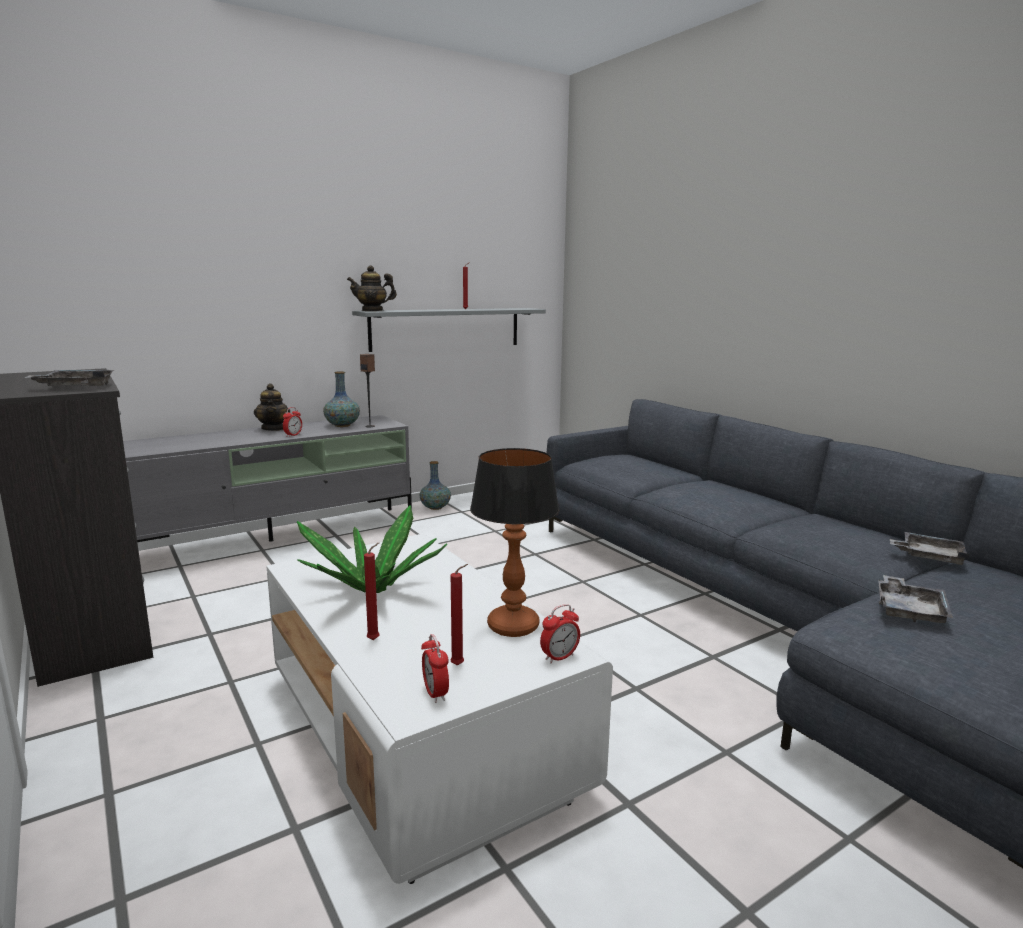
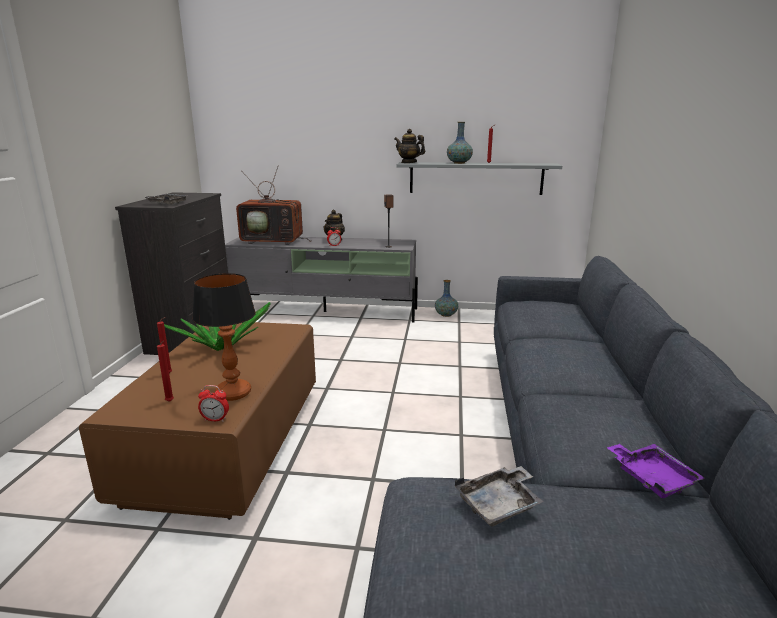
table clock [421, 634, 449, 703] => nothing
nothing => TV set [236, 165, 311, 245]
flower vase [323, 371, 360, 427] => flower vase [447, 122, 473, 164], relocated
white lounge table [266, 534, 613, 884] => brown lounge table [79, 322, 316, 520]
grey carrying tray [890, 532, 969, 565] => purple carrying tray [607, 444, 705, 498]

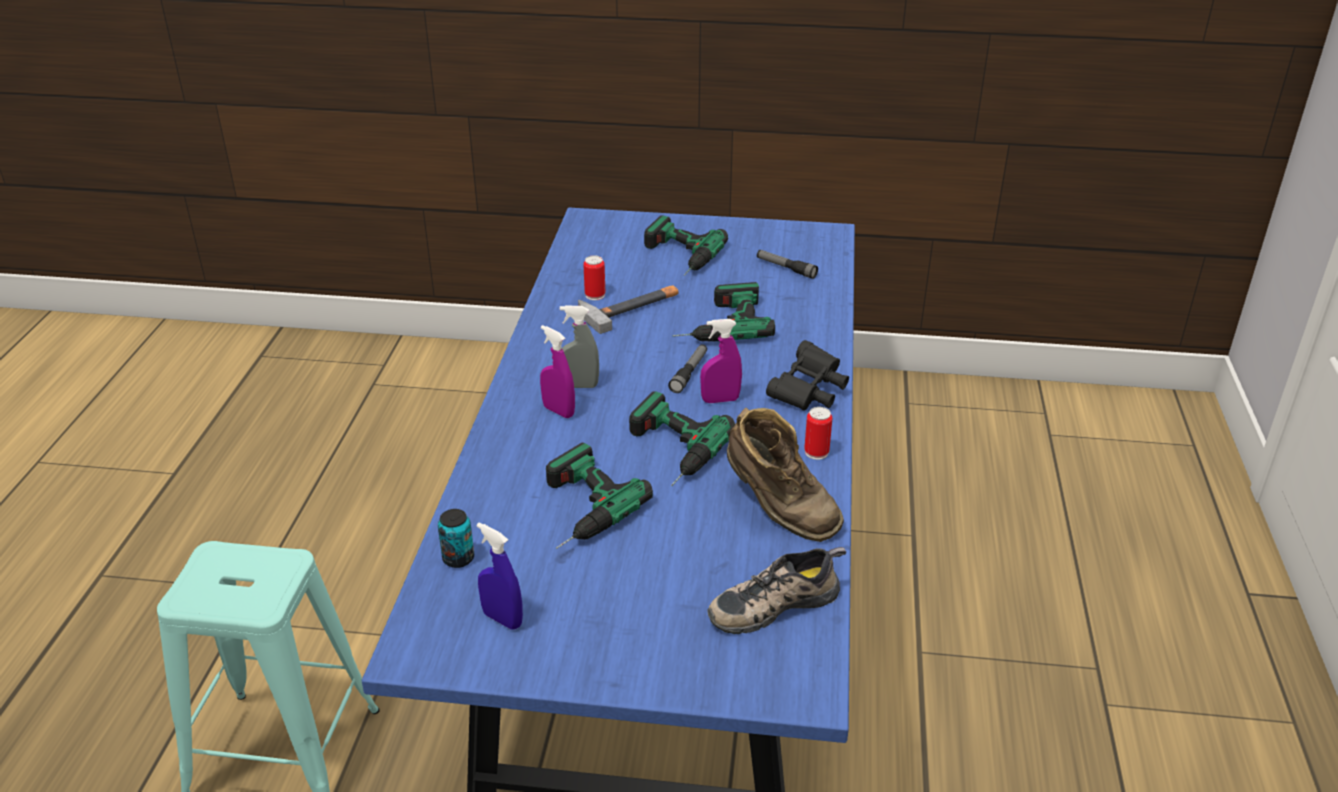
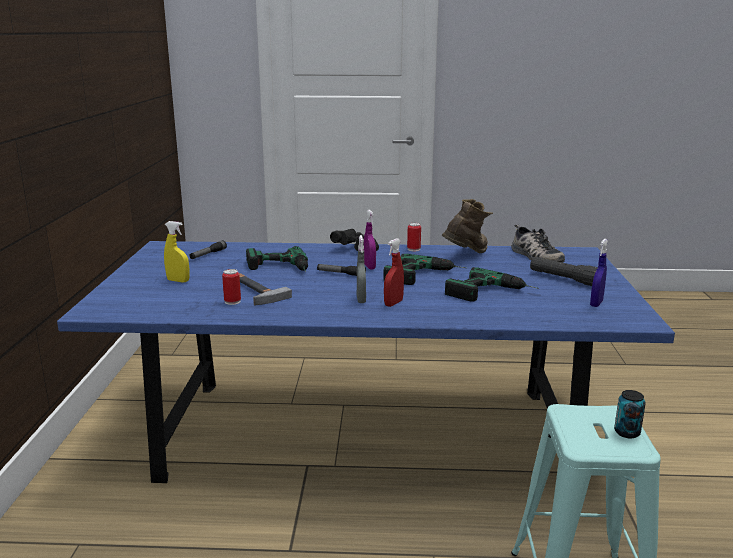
nothing => black torch [530, 256, 598, 286]
metal can [438, 509, 474, 568] => metal can [614, 390, 646, 438], relocated
drill [644, 216, 728, 276] => yellow-coloured spray bottle [164, 221, 190, 283]
purple spray bottle [540, 325, 575, 418] => red-coloured spray bottle [384, 238, 404, 307]

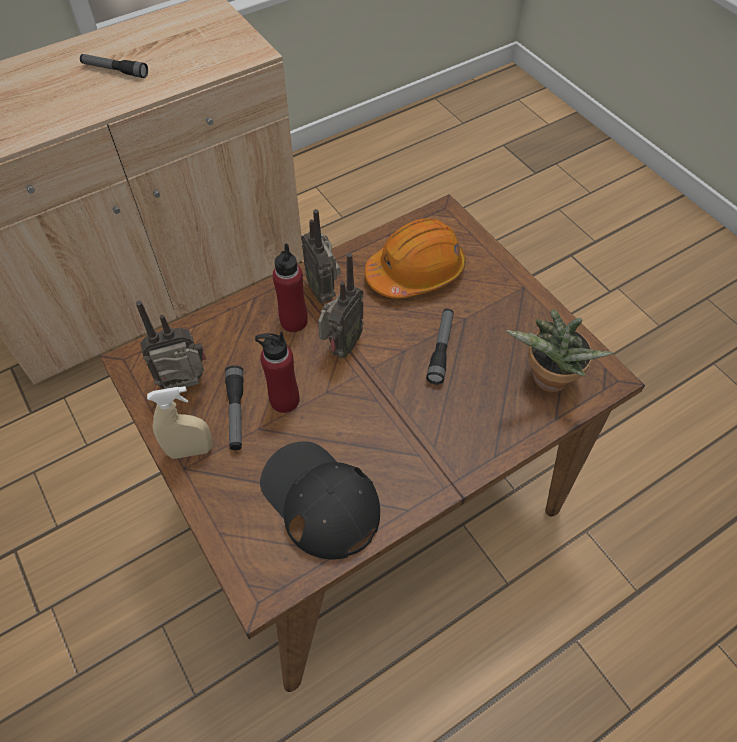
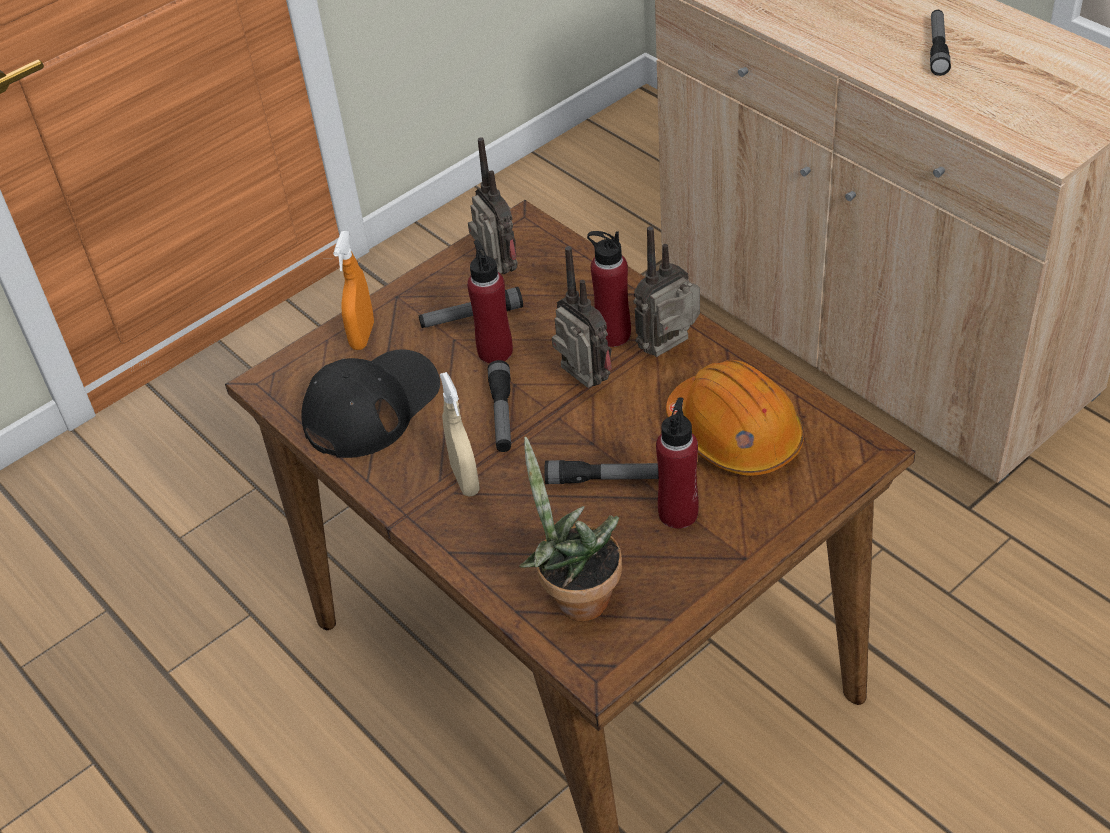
nothing => orangey spray bottle [333, 231, 374, 350]
nothing => torch [488, 360, 511, 452]
nothing => red-coloured bottle [656, 397, 699, 529]
sand-coloured spray bottle [147, 386, 212, 459] => sand-coloured spray bottle [440, 372, 480, 497], relocated
radio receiver [318, 253, 364, 358] => radio receiver [552, 246, 612, 388], 150 degrees counterclockwise

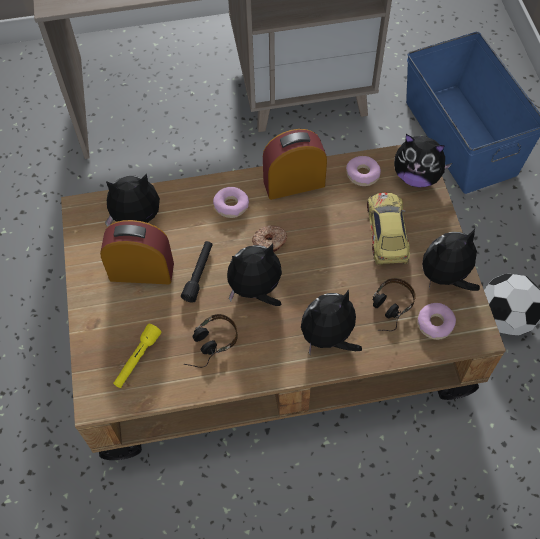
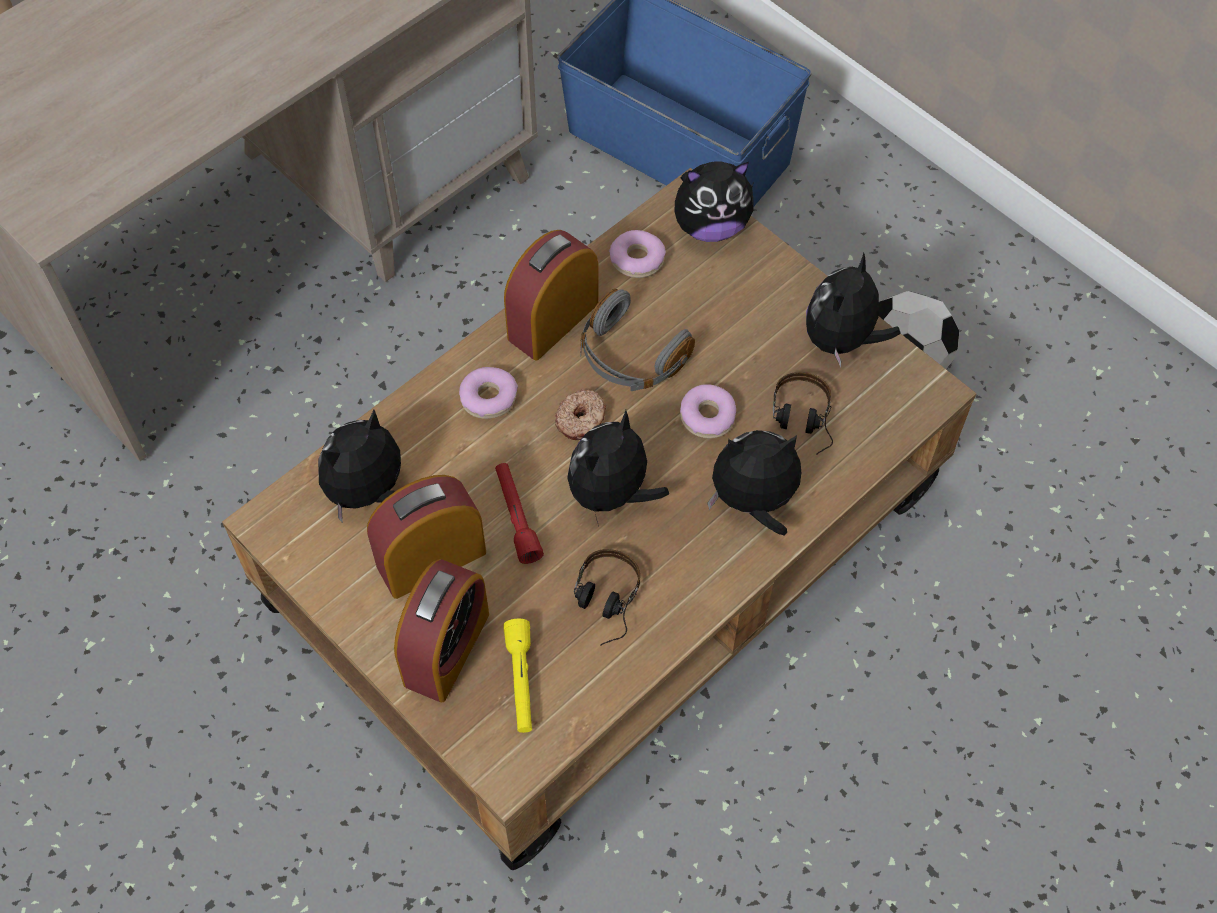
toy car [367, 193, 410, 266] => nothing
nothing => table clock [394, 559, 489, 702]
nothing => grey pair of headphones [580, 289, 695, 391]
ring doughnut [417, 303, 456, 340] => ring doughnut [680, 384, 736, 438], relocated
black torch [181, 241, 213, 302] => red-coloured torch [495, 463, 544, 564]
plush toy [301, 290, 362, 354] => plush toy [708, 430, 801, 536], 60 degrees clockwise

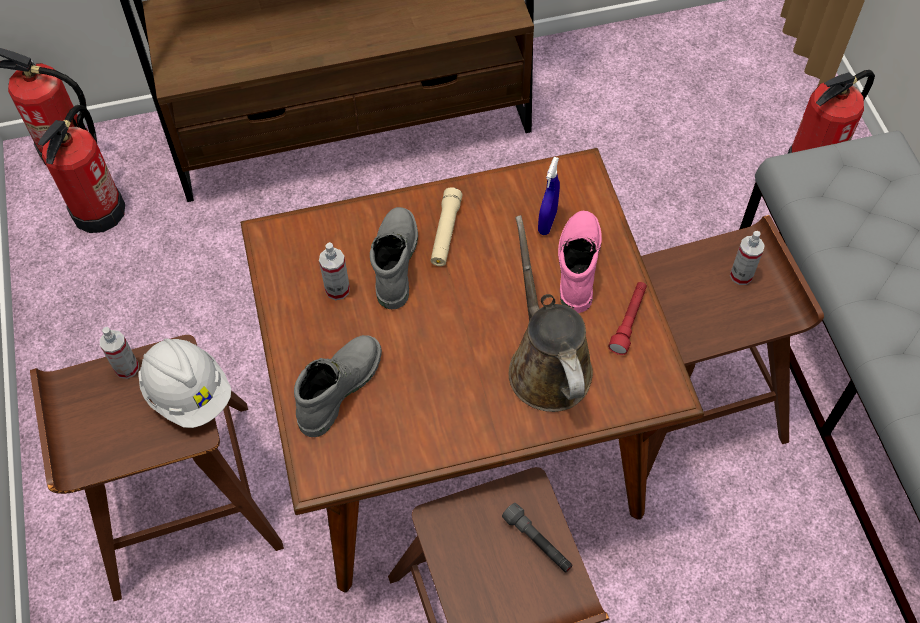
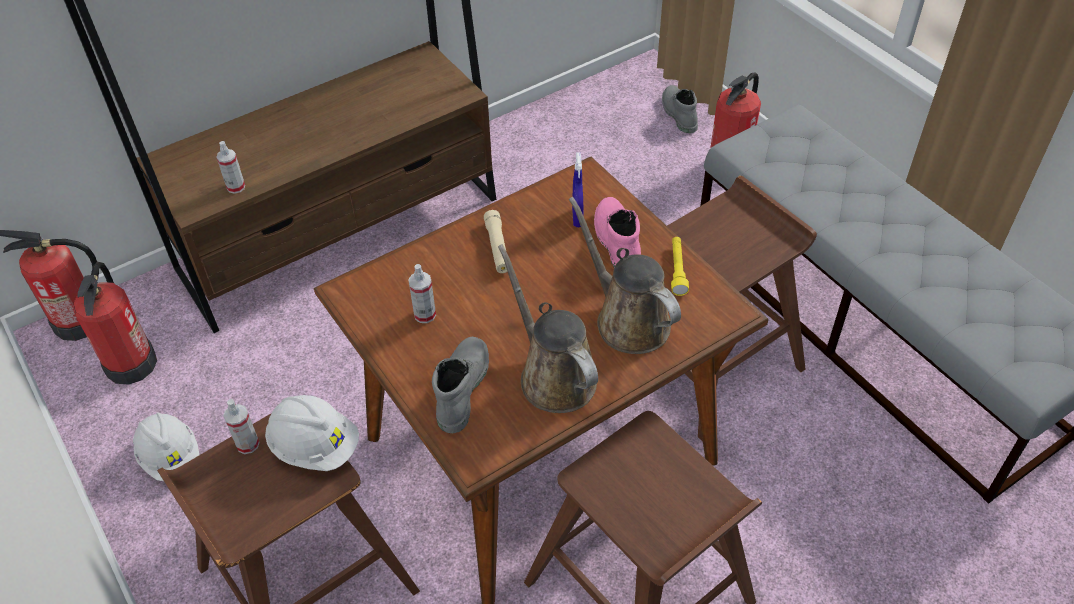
grey torch [502, 503, 572, 572] => nothing
nothing => white hard hat [133, 412, 199, 481]
nothing => brown sprinkling can [498, 244, 598, 413]
grey boot [370, 207, 418, 309] => grey boot [662, 85, 698, 133], relocated
spray bottle [730, 231, 765, 285] => spray bottle [216, 141, 245, 194], relocated
red-coloured torch [608, 282, 647, 355] => yellow-coloured torch [671, 237, 689, 296]

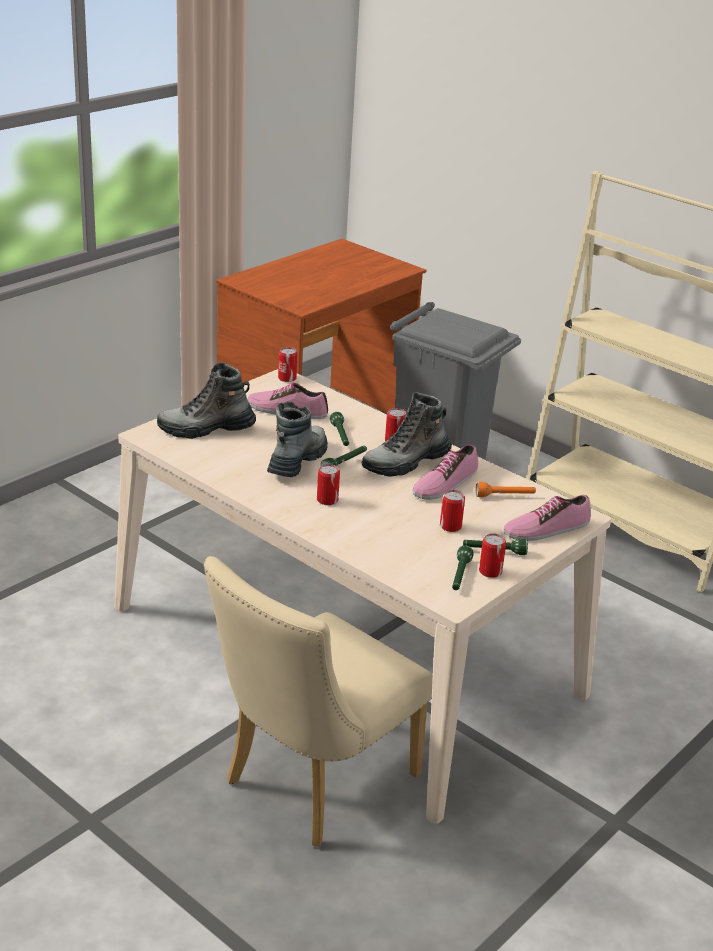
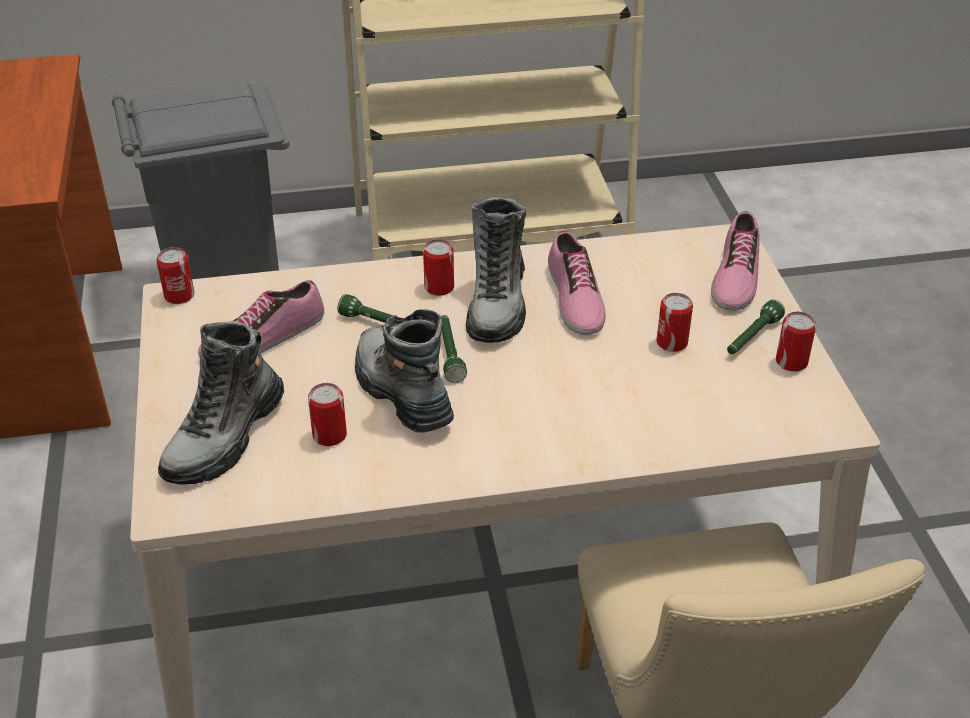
green-coloured torch [452, 545, 474, 590] => nothing
orangey torch [476, 482, 536, 497] => nothing
metal can [317, 464, 340, 505] => metal can [308, 383, 347, 446], relocated

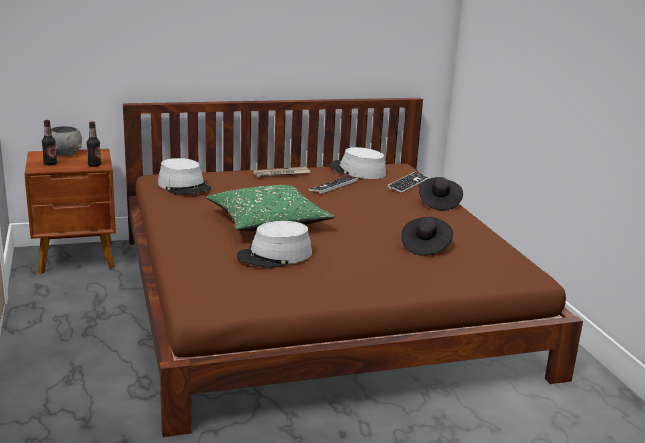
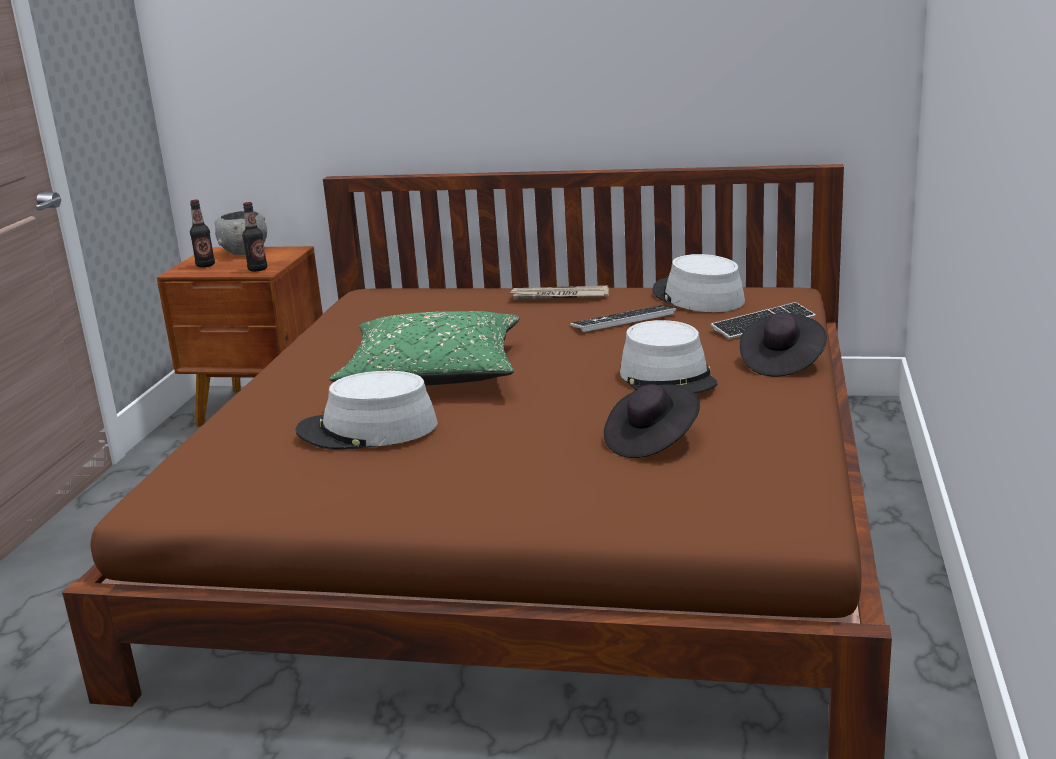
grey wearable hat [158, 158, 211, 194] => grey wearable hat [620, 320, 718, 394], relocated

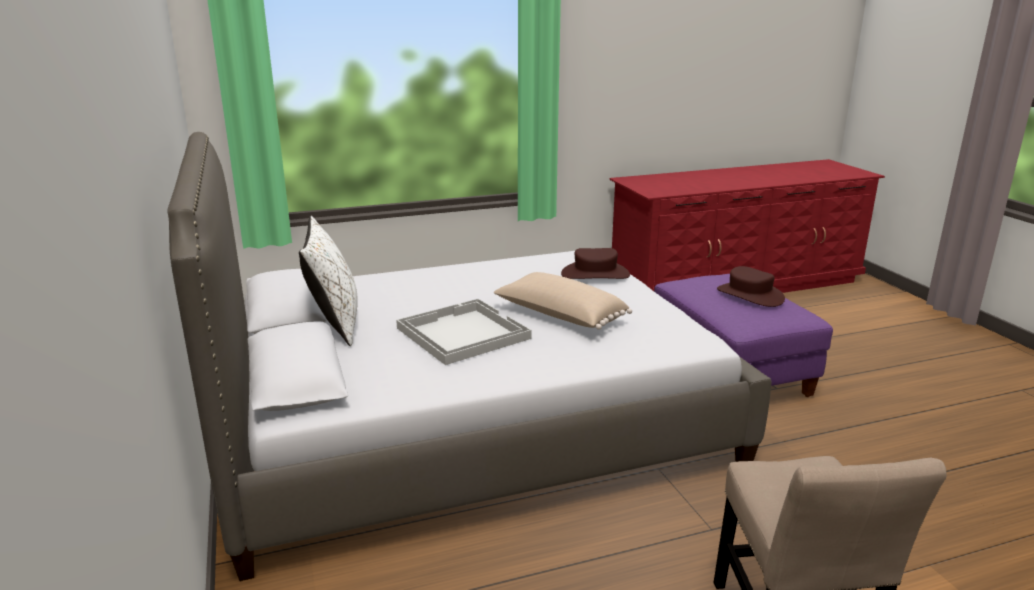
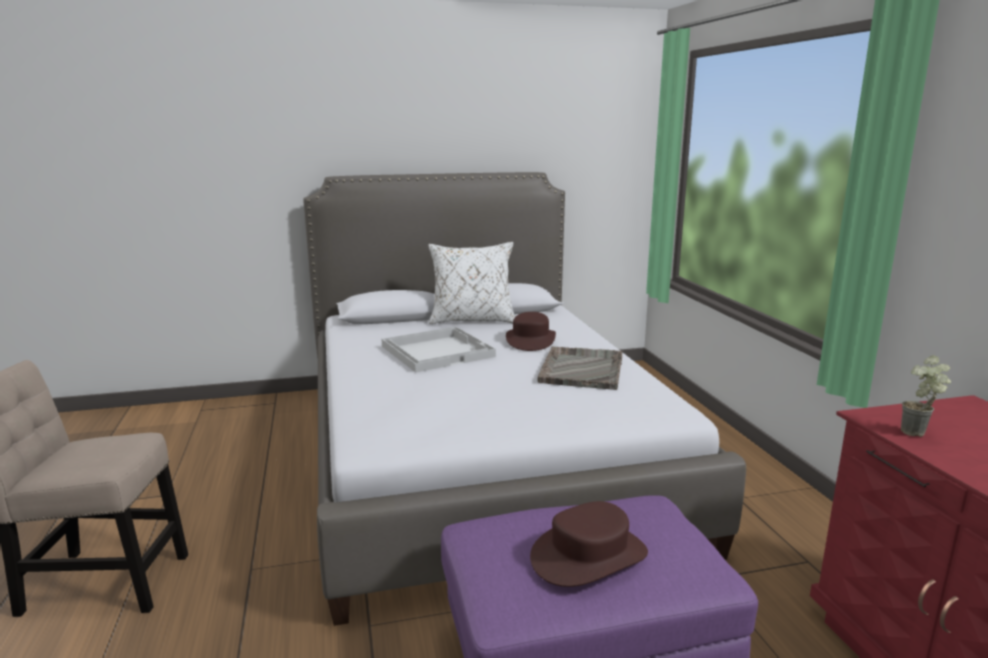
sand-coloured throw pillow [494, 272, 632, 330] => nothing
nothing => grey carrying tray [538, 346, 622, 390]
nothing => plant in a pot [901, 355, 951, 437]
brown wearable hat [561, 248, 630, 279] => brown wearable hat [506, 312, 556, 351], relocated

